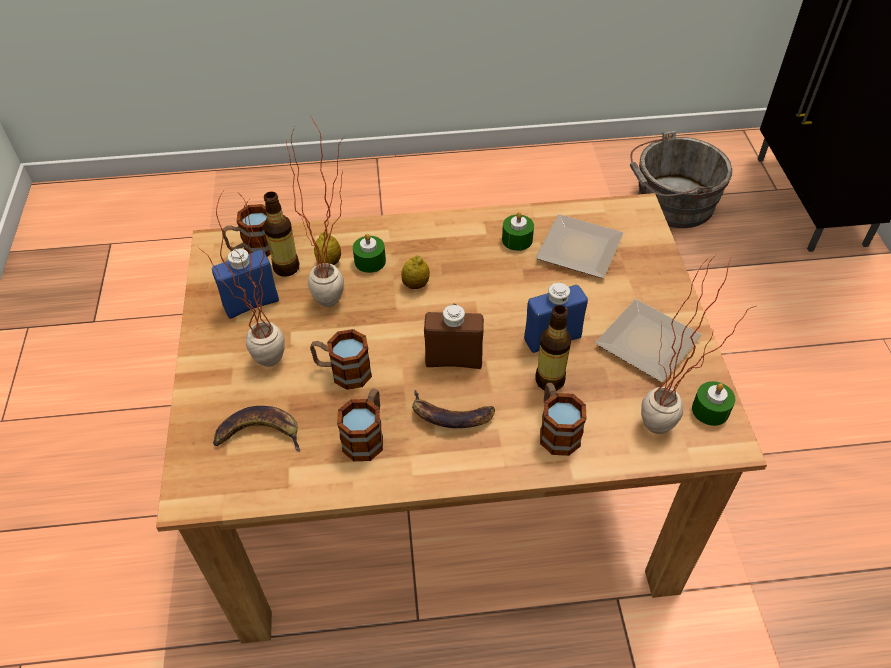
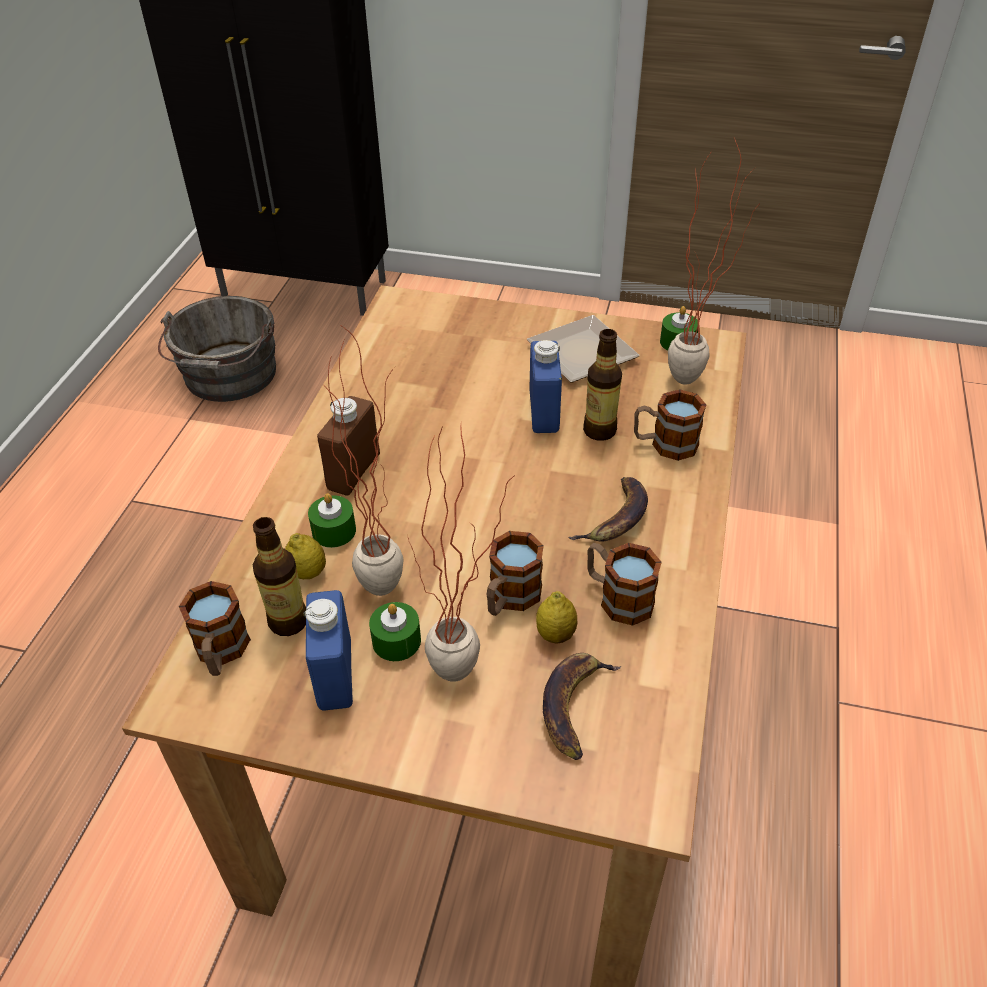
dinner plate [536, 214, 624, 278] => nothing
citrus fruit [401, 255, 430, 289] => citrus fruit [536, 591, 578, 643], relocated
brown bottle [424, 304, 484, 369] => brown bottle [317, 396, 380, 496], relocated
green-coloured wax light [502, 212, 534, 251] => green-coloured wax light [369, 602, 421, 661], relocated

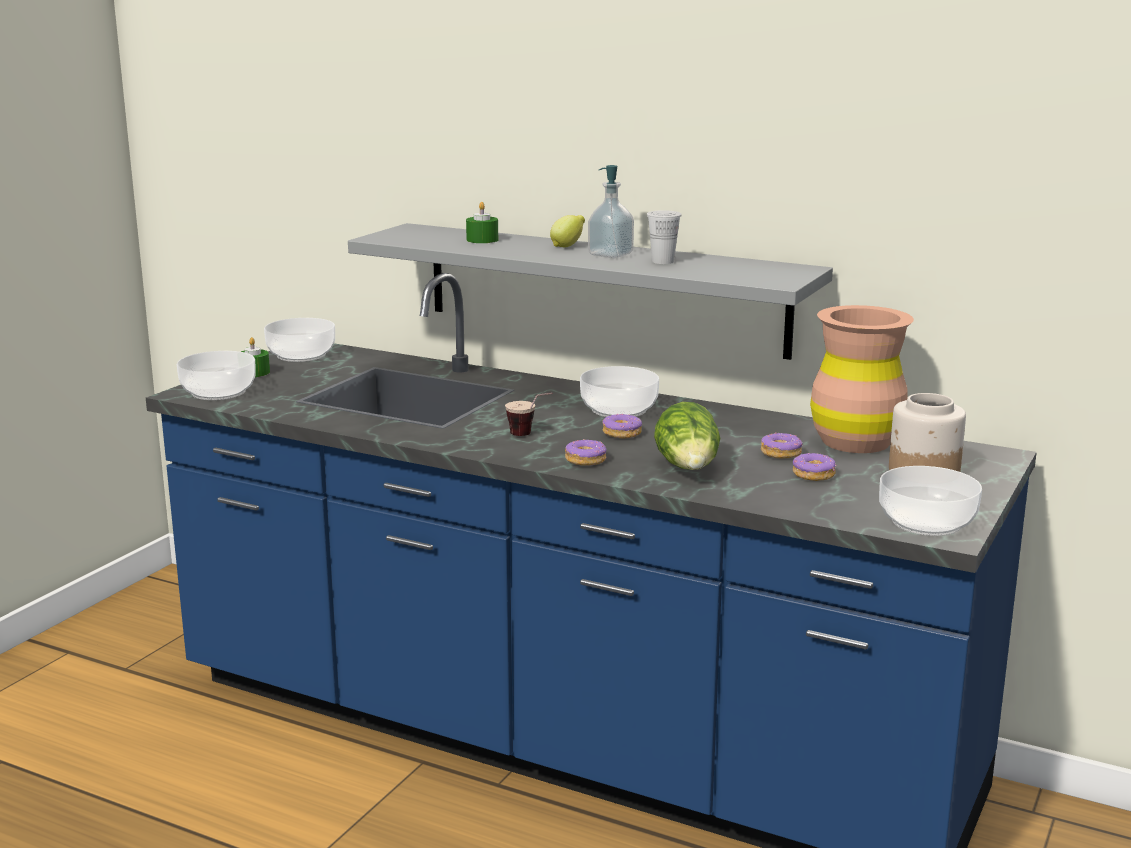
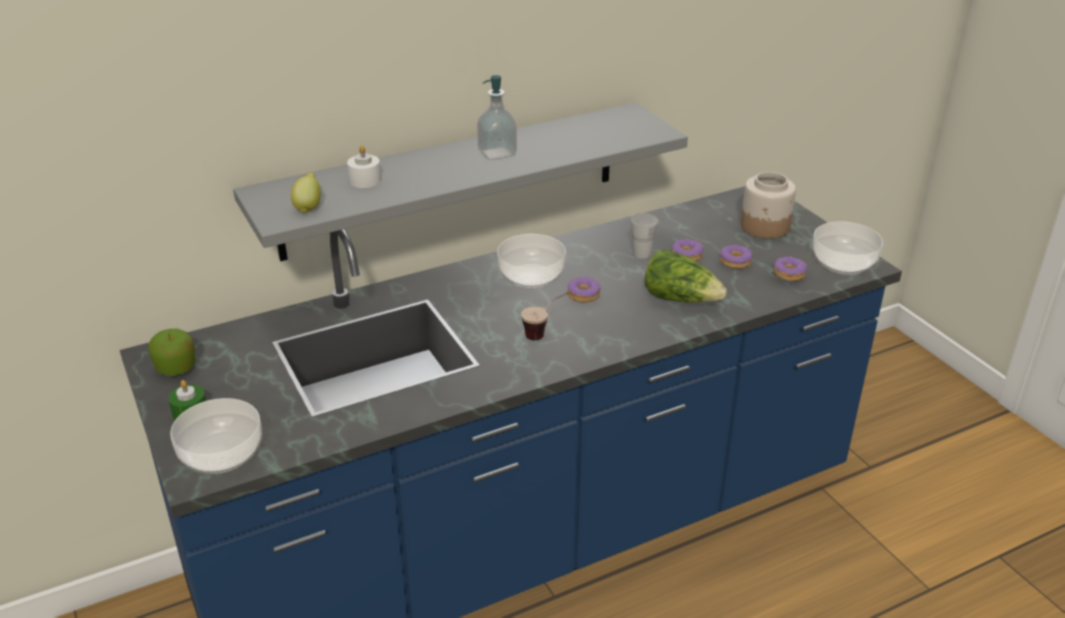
brown flower vase [810, 305, 914, 453] => nothing
citrus fruit [550, 215, 585, 247] => citrus fruit [291, 173, 321, 213], relocated
ring doughnut [565, 439, 607, 466] => ring doughnut [773, 256, 807, 281], relocated
white small cup [647, 210, 682, 264] => white small cup [630, 213, 659, 259], relocated
serving bowl [264, 318, 335, 362] => apple fruit [148, 329, 196, 376]
green-coloured wax light [466, 202, 498, 243] => white wax light [347, 145, 381, 188]

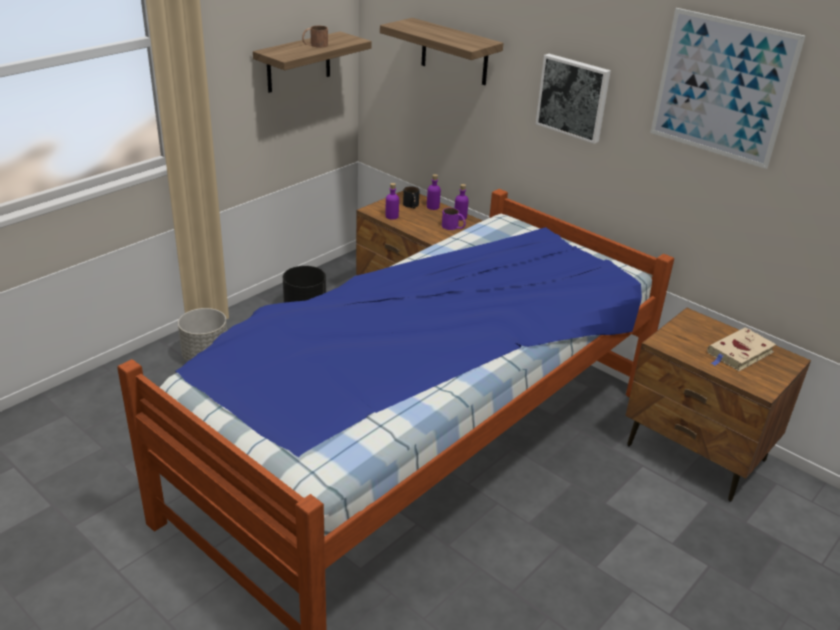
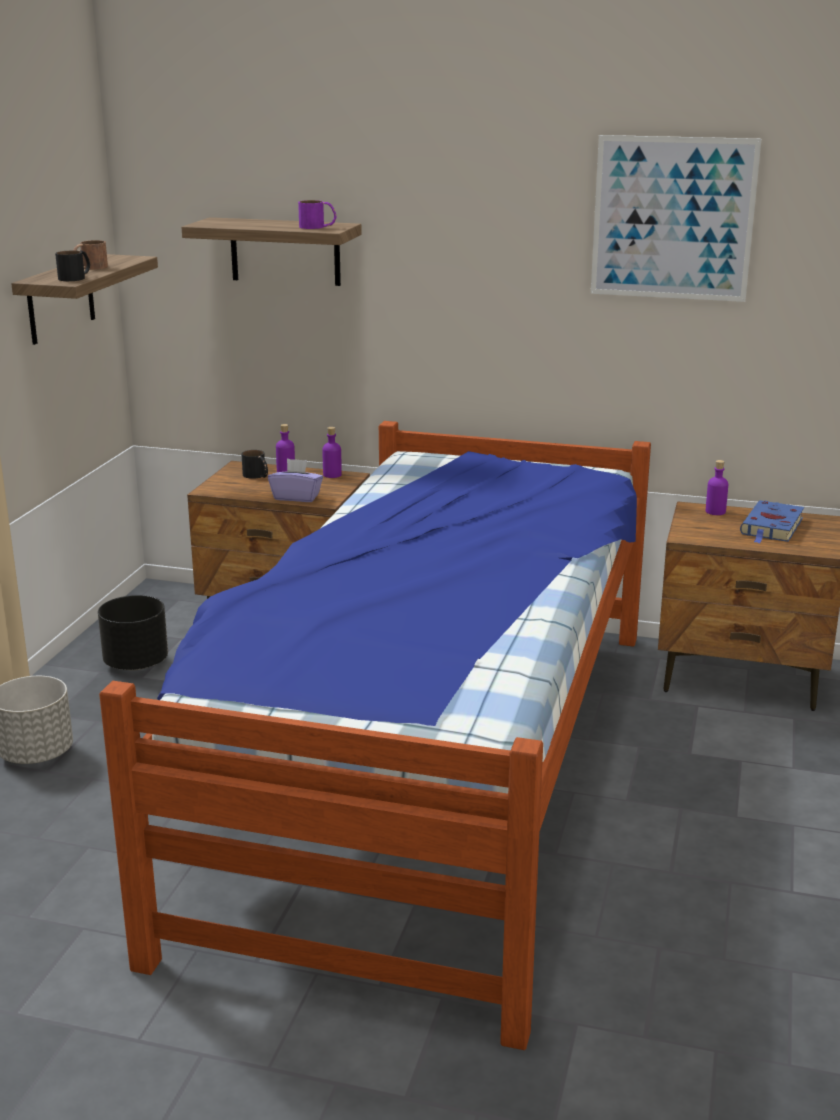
wall art [536, 54, 611, 144] => nothing
nothing => black tea mug [55, 250, 90, 281]
nothing => purple box of tissues [268, 458, 323, 502]
purple bottle [385, 183, 399, 220] => purple bottle [706, 460, 728, 515], relocated
purple tea mug [442, 208, 466, 230] => purple tea mug [298, 200, 336, 229], relocated
sand-coloured book [707, 327, 776, 371] => bluish book [740, 500, 804, 543]

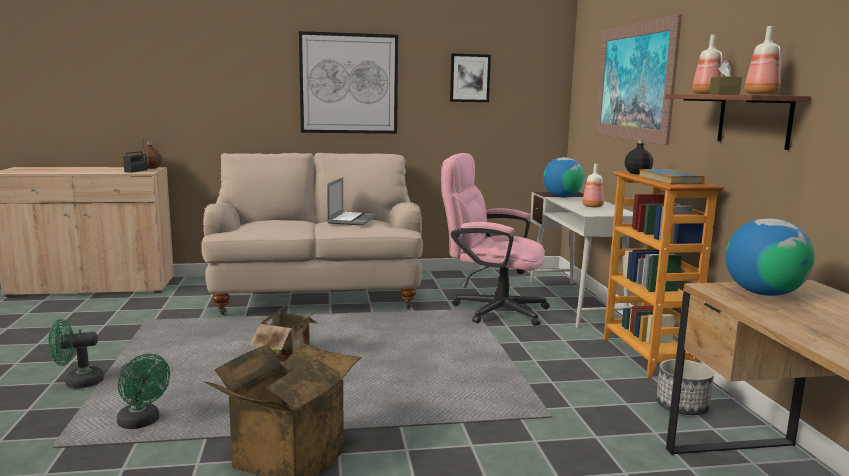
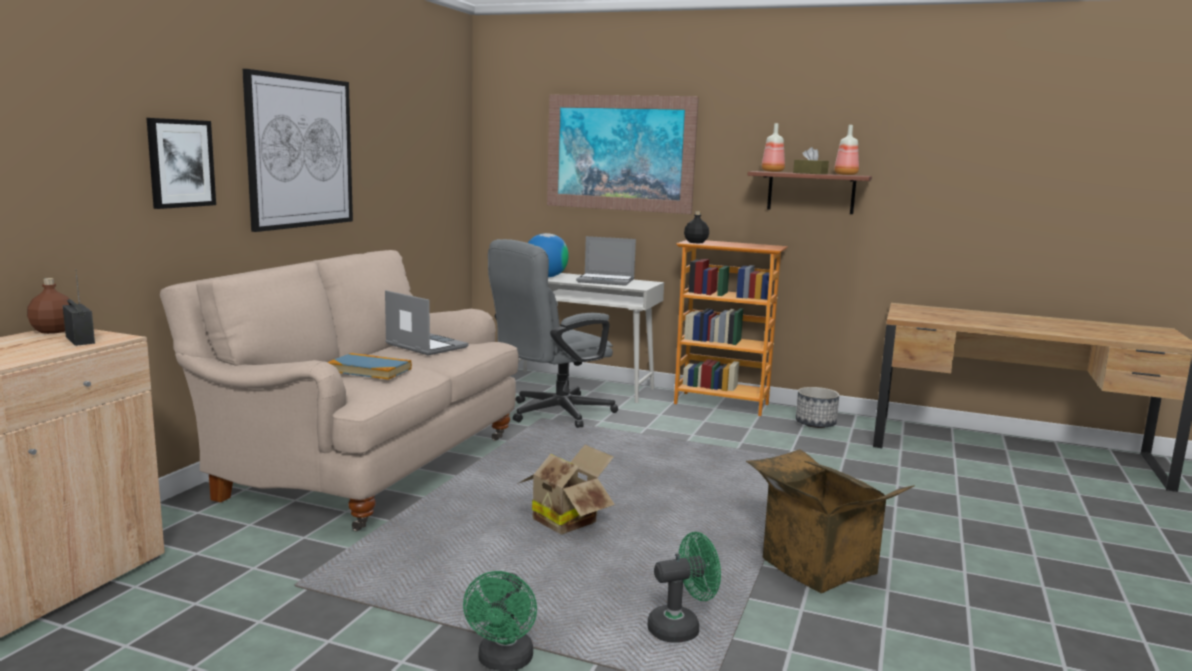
desk globe [725, 218, 815, 296] => nothing
wall art [450, 53, 491, 102] => wall art [147, 118, 216, 209], relocated
book [638, 169, 705, 184] => book [327, 353, 412, 380], relocated
bottle [583, 164, 604, 207] => laptop [576, 236, 636, 286]
pinkish desk chair [441, 153, 550, 326] => grey desk chair [488, 239, 618, 428]

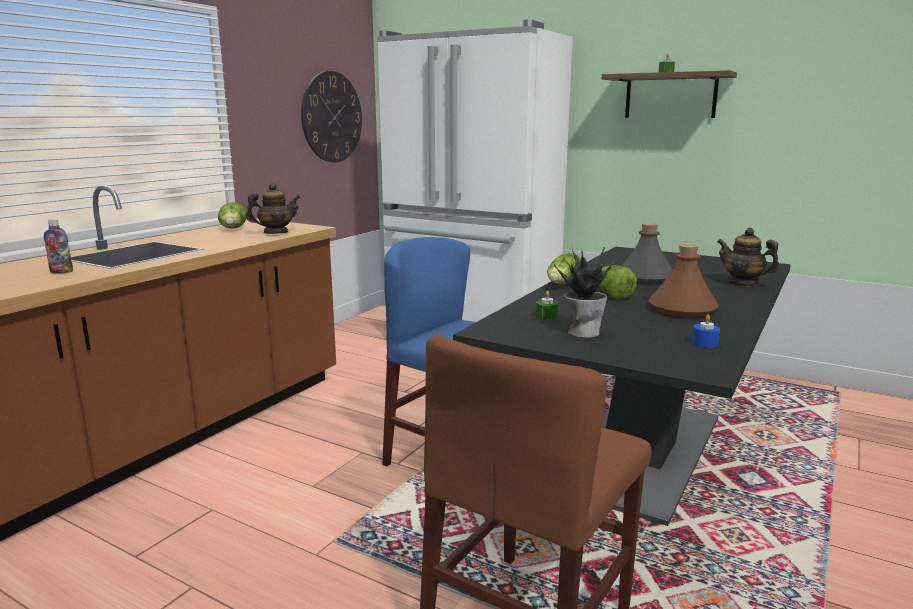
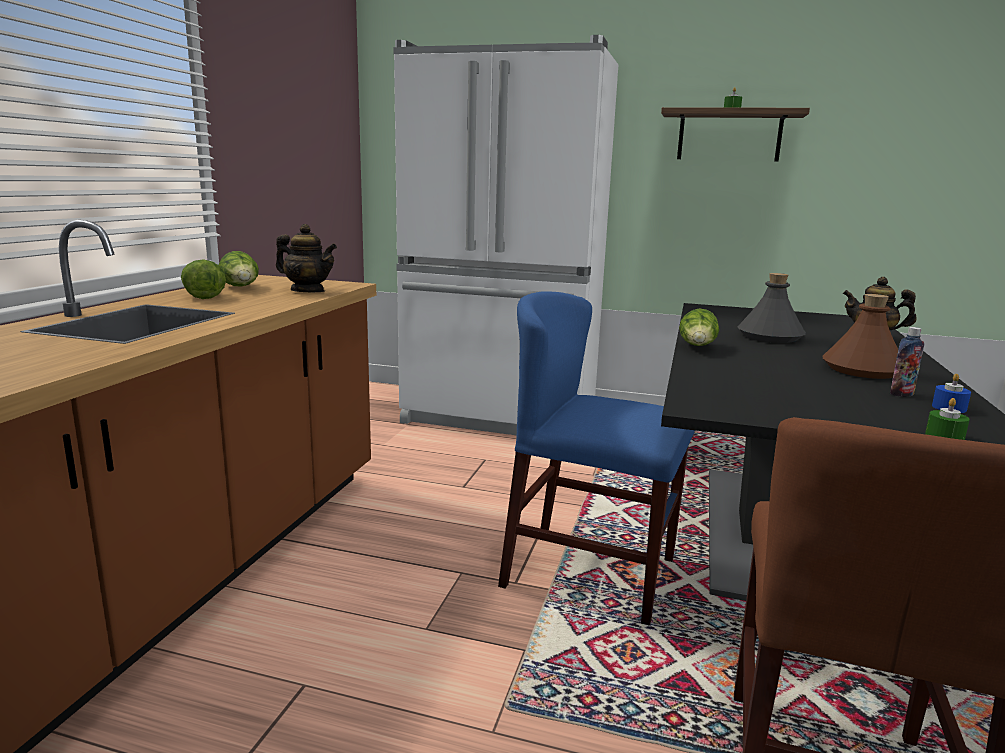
hanging clock [301, 71, 362, 163] => nothing
plant in a pot [553, 247, 614, 338] => nothing
bottle [44, 219, 73, 273] => bottle [890, 327, 924, 397], relocated
green-coloured wax light [535, 291, 558, 320] => green-coloured wax light [925, 398, 970, 440], relocated
lettuce [599, 265, 637, 300] => lettuce [181, 259, 226, 299], relocated
pot for tea [246, 183, 300, 234] => pot for tea [276, 224, 337, 292], 60 degrees clockwise

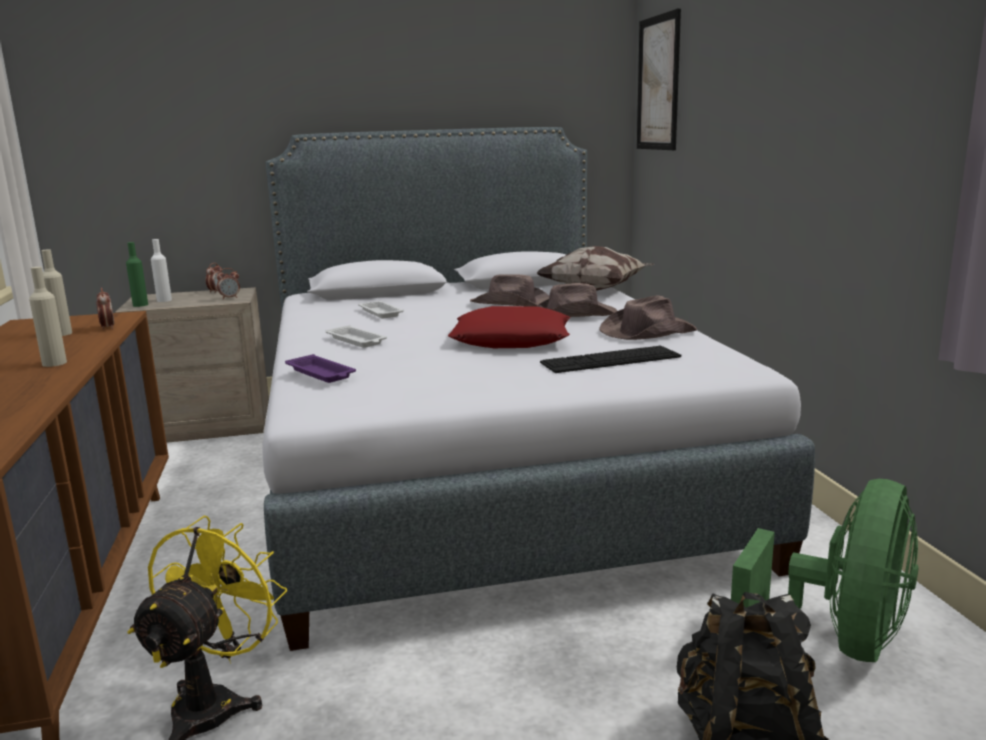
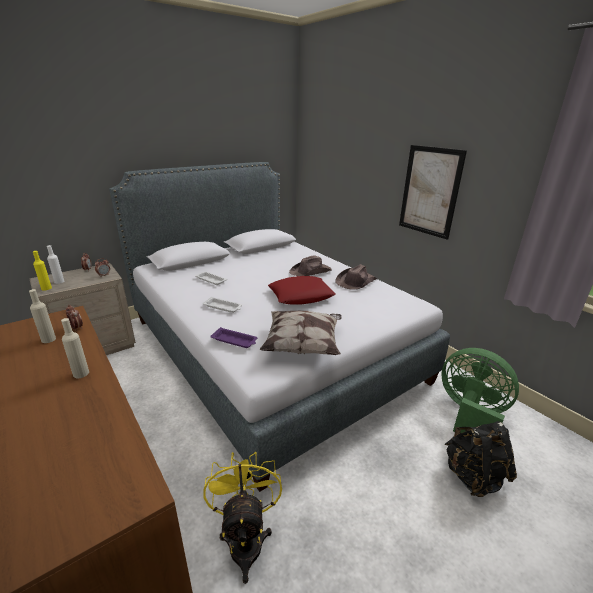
brown wearable hat [470, 274, 549, 306] => nothing
keyboard [540, 346, 681, 373] => nothing
throw pillow [537, 246, 654, 290] => throw pillow [260, 311, 342, 355], relocated
wall art [637, 8, 681, 150] => wall art [399, 145, 467, 240], relocated
green-coloured bottle [126, 242, 148, 307] => yellow-coloured bottle [33, 251, 52, 291]
green-coloured electric fan [731, 479, 919, 662] => green-coloured electric fan [441, 348, 519, 433], 60 degrees counterclockwise

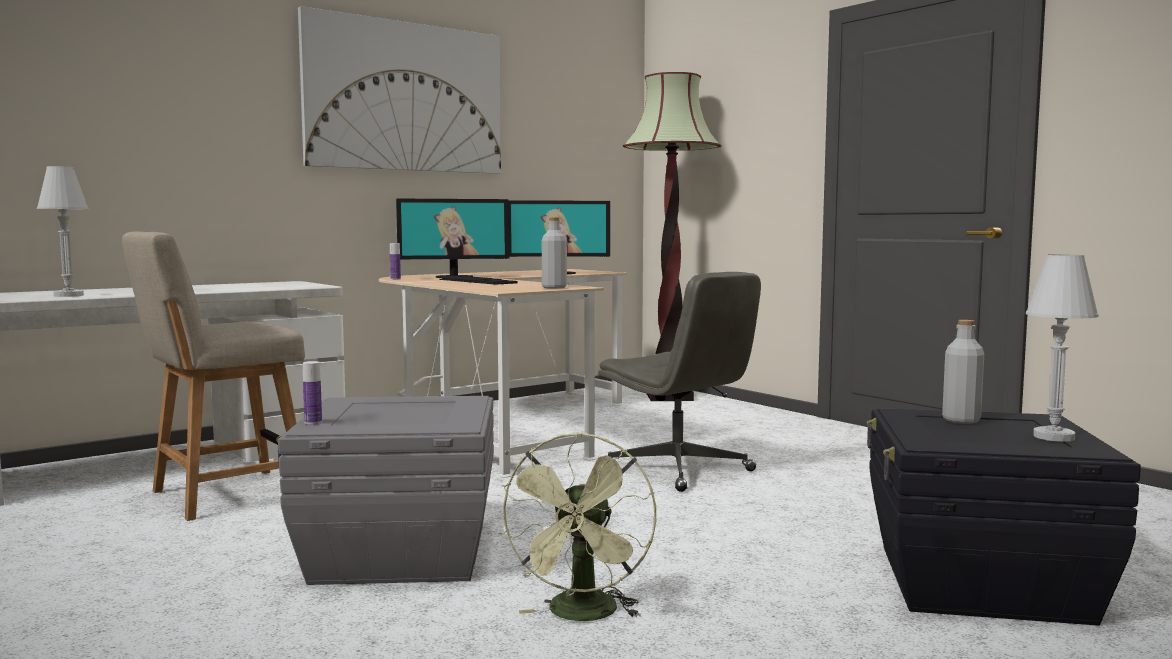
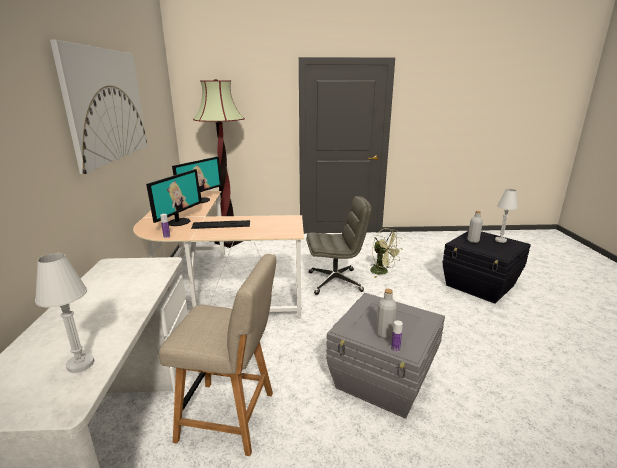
green-coloured electric fan [499, 432, 656, 621] => green-coloured electric fan [370, 228, 403, 278], relocated
grey bottle [542, 218, 567, 288] => grey bottle [376, 289, 397, 338], relocated
sand-coloured upright chair [122, 231, 305, 521] => sand-coloured upright chair [159, 254, 276, 456], 75 degrees counterclockwise

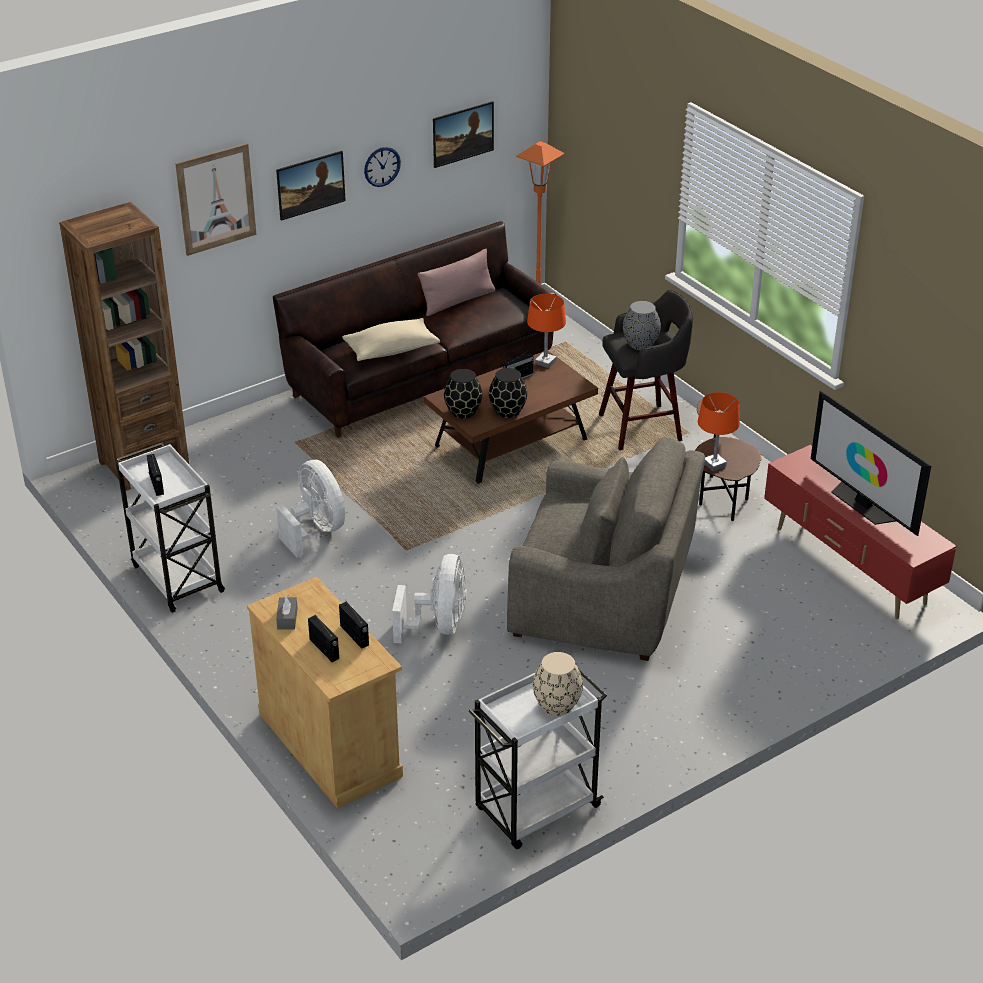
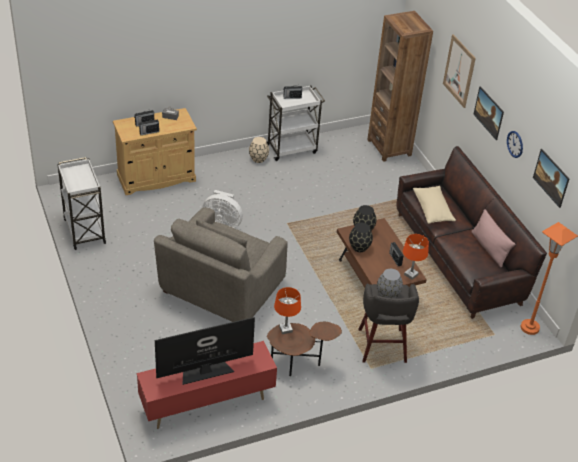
white electric fan [276, 460, 345, 557] => nothing
sand-coloured flower vase [533, 652, 583, 716] => sand-coloured flower vase [249, 137, 269, 163], relocated

